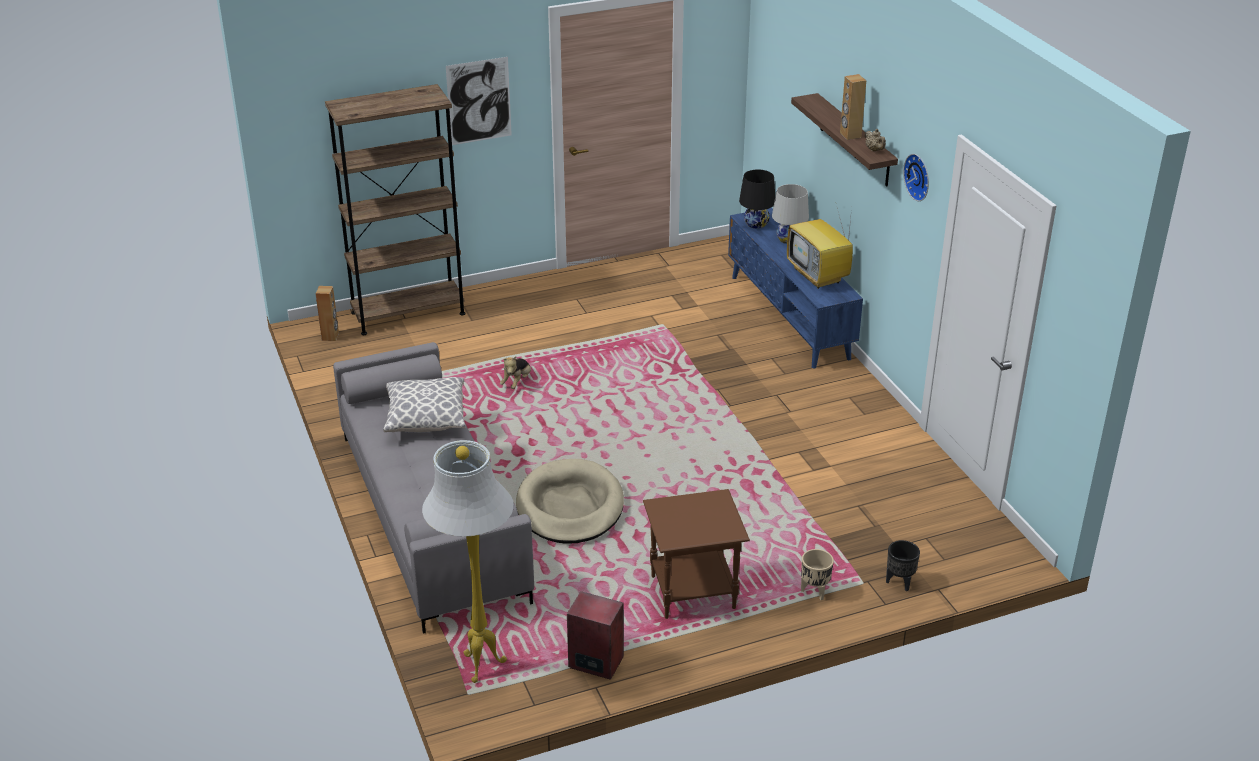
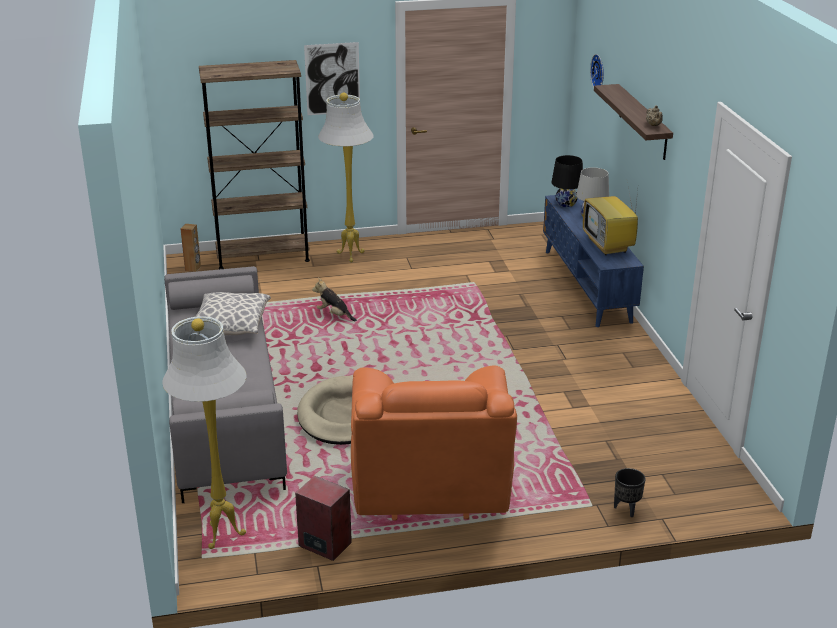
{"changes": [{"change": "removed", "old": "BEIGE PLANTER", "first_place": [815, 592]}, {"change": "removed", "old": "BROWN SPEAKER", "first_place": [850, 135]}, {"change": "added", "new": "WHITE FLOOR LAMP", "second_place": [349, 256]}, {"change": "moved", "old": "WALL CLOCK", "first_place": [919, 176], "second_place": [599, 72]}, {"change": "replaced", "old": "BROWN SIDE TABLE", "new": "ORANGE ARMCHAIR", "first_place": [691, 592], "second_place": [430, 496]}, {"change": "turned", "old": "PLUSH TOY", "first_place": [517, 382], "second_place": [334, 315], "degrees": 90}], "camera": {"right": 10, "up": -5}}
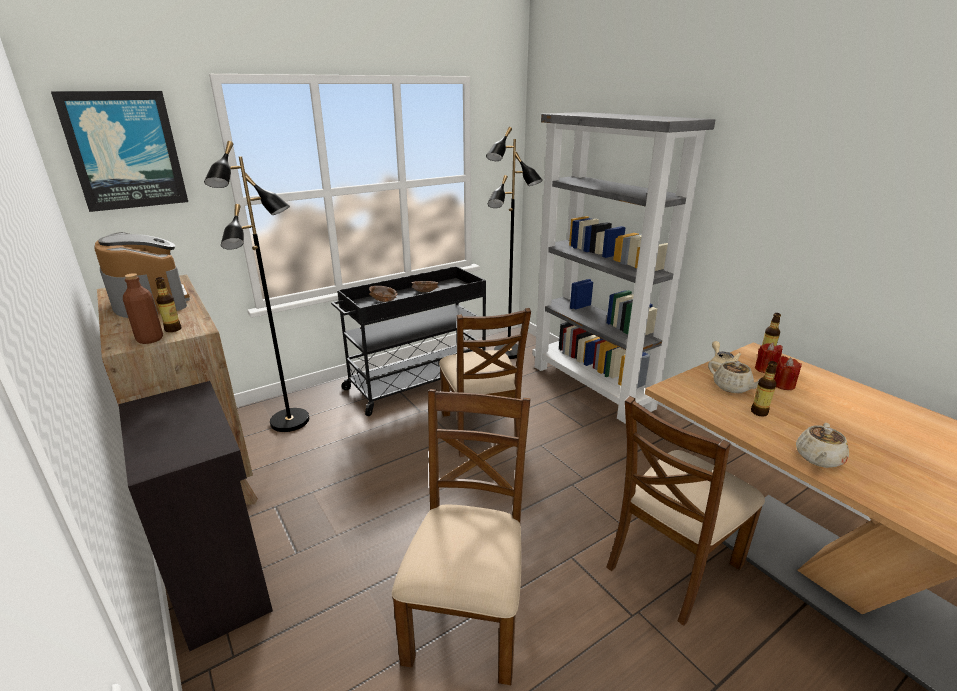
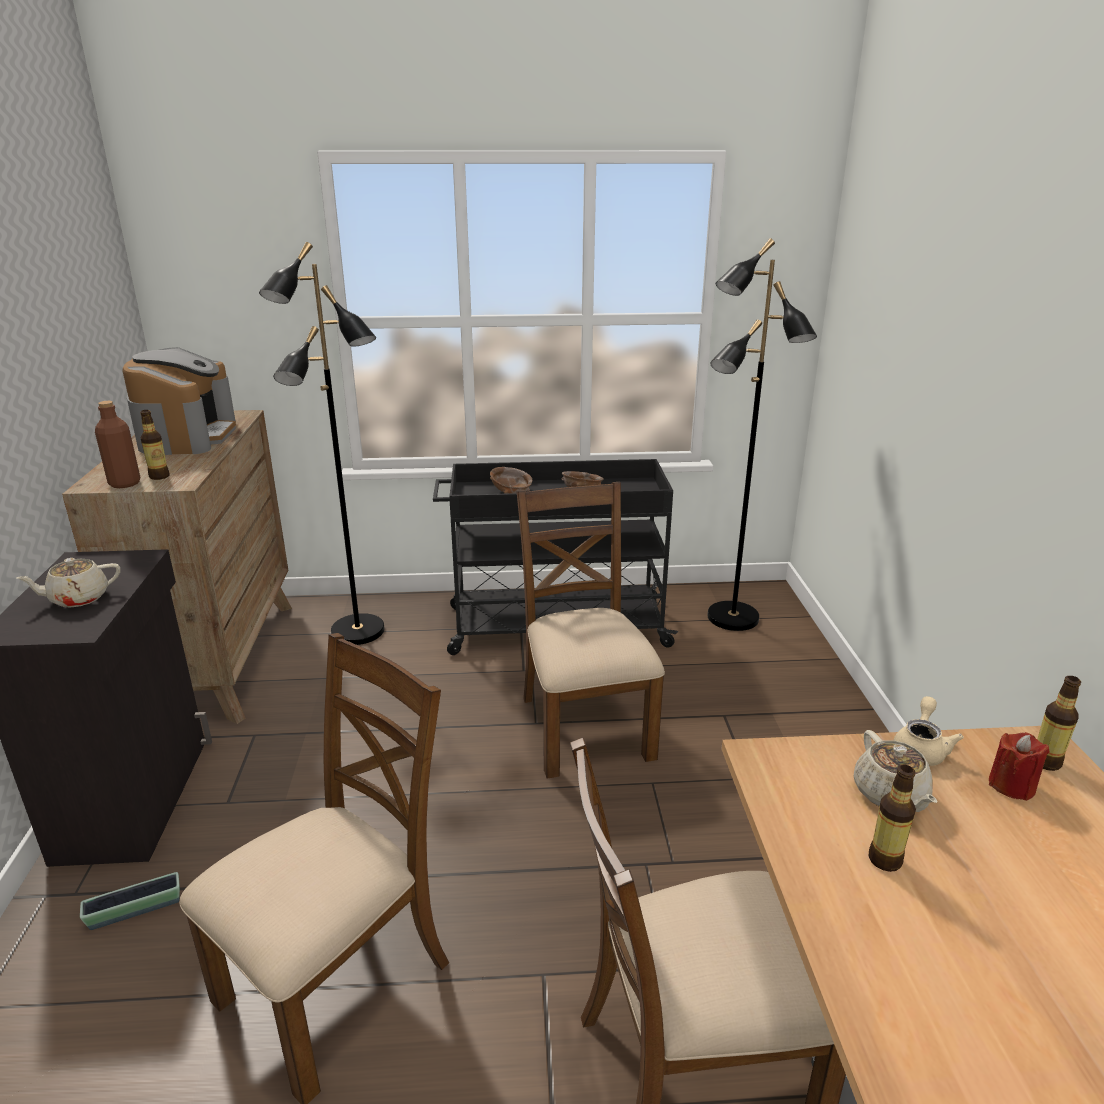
{"changes": [{"change": "removed", "old": "PICTURE", "first_place": [125, 151]}, {"change": "removed", "old": "GREY BOOKCASE", "first_place": [593, 387]}, {"change": "removed", "old": "RED CANDLE", "first_place": [783, 385]}, {"change": "added", "new": "PLANTER", "second_place": [135, 910]}, {"change": "moved", "old": "BEIGE TEAPOT", "first_place": [818, 458], "second_place": [78, 598]}, {"change": "turned", "old": "BROWN CHAIR", "first_place": [481, 429], "second_place": [584, 726], "degrees": 150}], "camera": {"right": 30, "up": 0}}
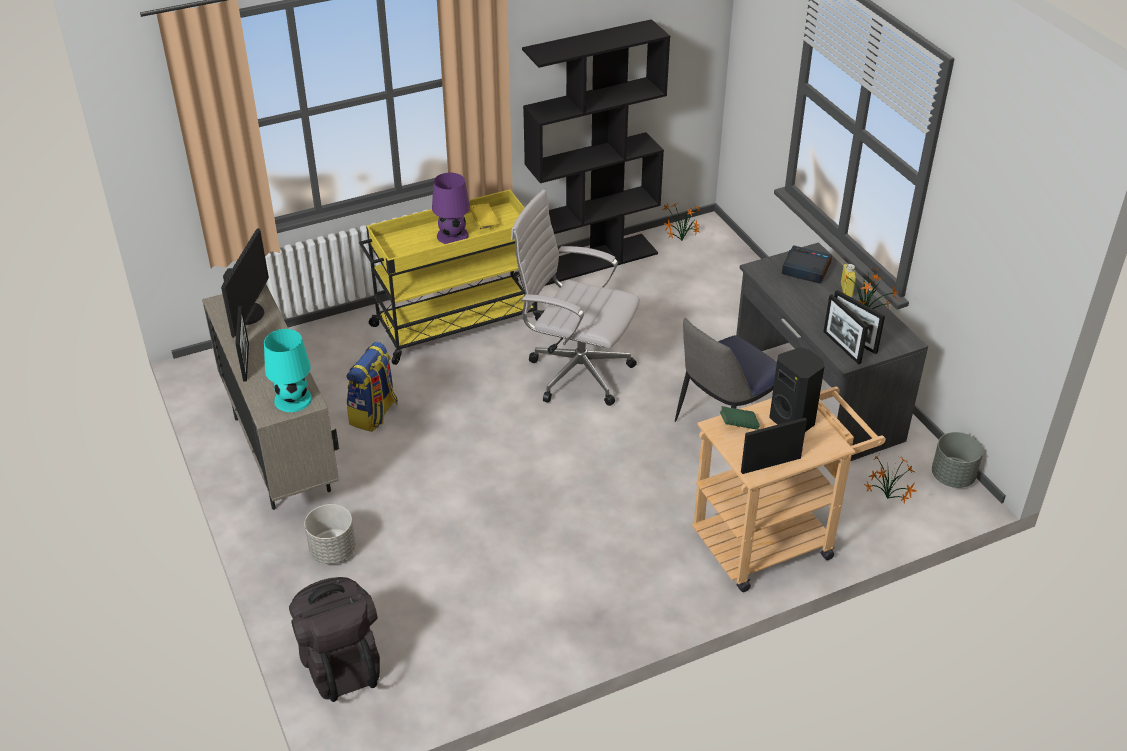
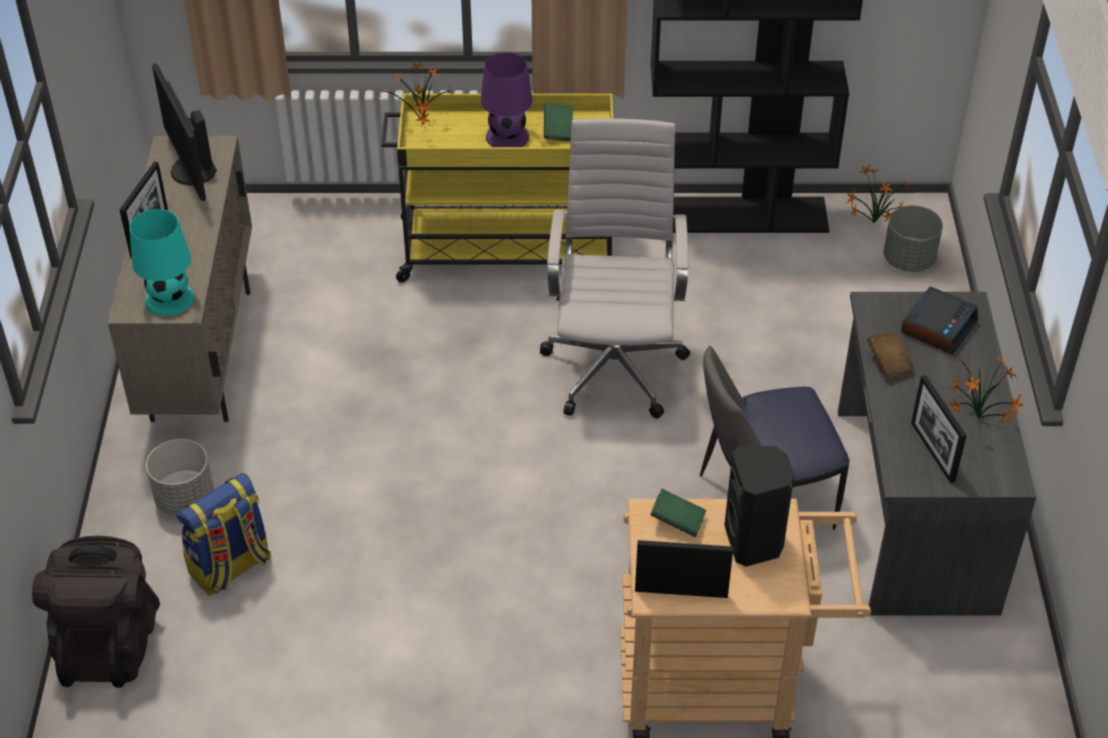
{"changes": [{"change": "removed", "old": "PICTURE FRAME", "first_place": [842, 347]}, {"change": "removed", "old": "YELLOW BOTTLE", "first_place": [846, 290]}, {"change": "added", "new": "BROWN BOOK", "second_place": [888, 363]}, {"change": "moved", "old": "BACKPACK", "first_place": [374, 414], "second_place": [230, 567]}, {"change": "moved", "old": "POTTED PLANT", "first_place": [887, 500], "second_place": [421, 123]}, {"change": "moved", "old": "GREY PLANTER", "first_place": [952, 477], "second_place": [908, 260]}, {"change": "recoloured", "old": "YELLOW BOOK", "new": "GREEN BOOK", "first_place": [484, 223], "second_place": [558, 131]}, {"change": "turned", "old": "MONITOR", "first_place": [248, 314], "second_place": [191, 171], "degrees": 120}, {"change": "turned", "old": "WHITE OFFICE CHAIR", "first_place": [575, 372], "second_place": [614, 365], "degrees": 45}, {"change": "turned", "old": "ALARM CLOCK", "first_place": [805, 269], "second_place": [938, 326], "degrees": 75}], "camera": {"right": 25, "up": 5}}
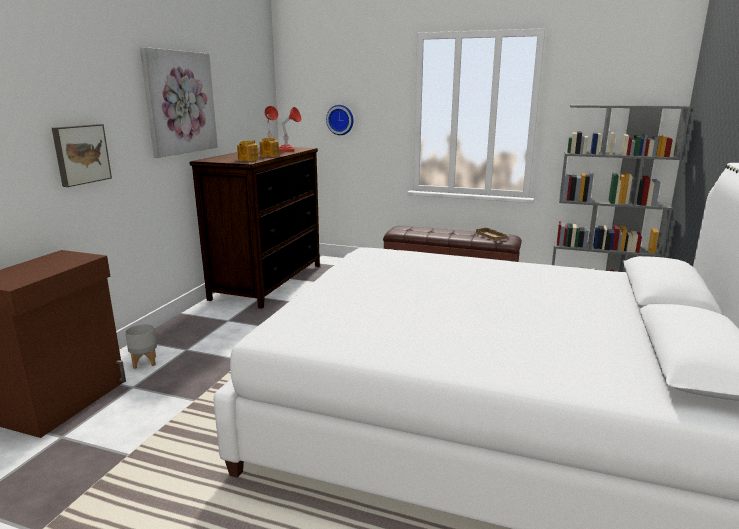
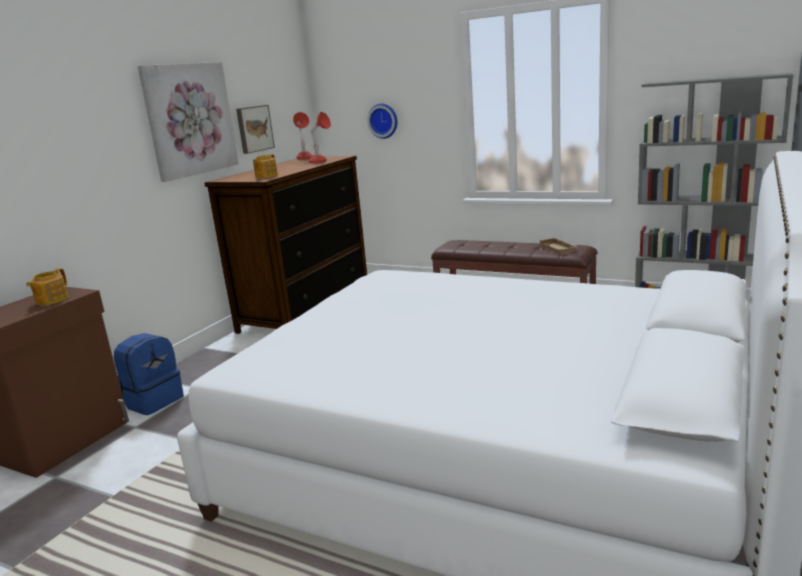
{"changes": [{"change": "moved", "old": "PICTURE", "first_place": [80, 154], "second_place": [254, 129]}, {"change": "moved", "old": "TEAPOT", "first_place": [269, 155], "second_place": [51, 300]}, {"change": "replaced", "old": "GREY PLANTER", "new": "BLUE BACKPACK", "first_place": [144, 362], "second_place": [153, 401]}], "camera": {"right": 10, "up": 0}}
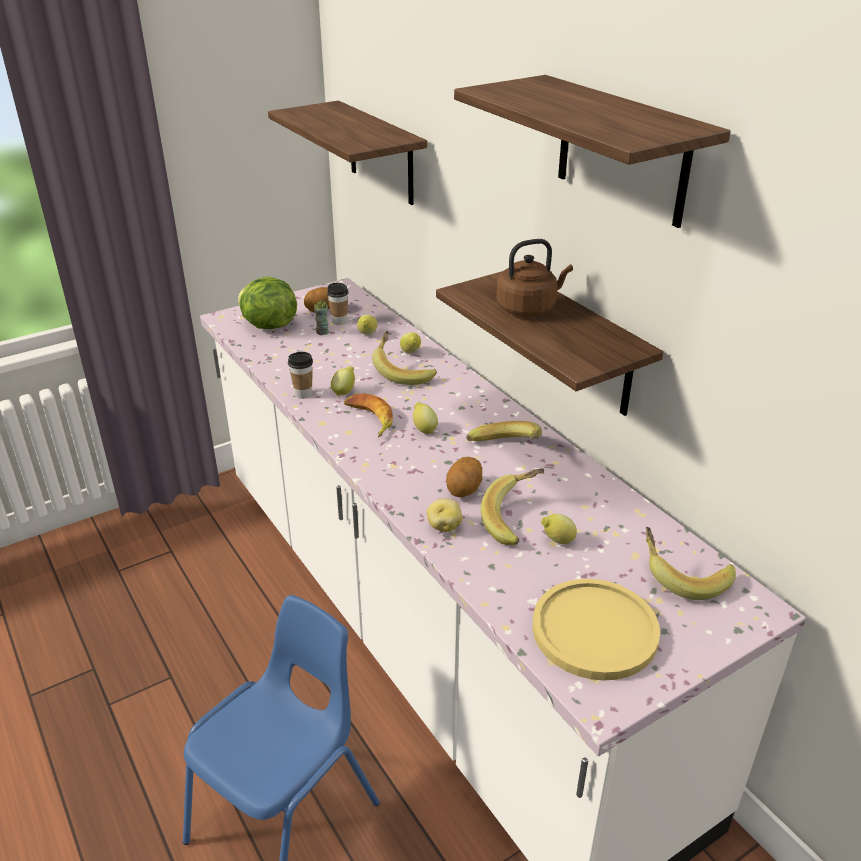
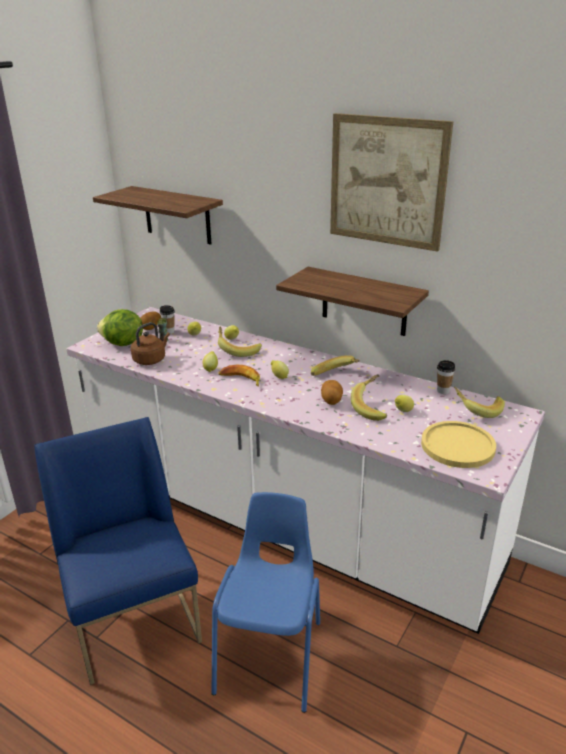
{"changes": [{"change": "removed", "old": "POTATO", "first_place": [444, 526]}, {"change": "added", "new": "BLUE CHAIR", "second_place": [134, 618]}, {"change": "moved", "old": "CUP", "first_place": [303, 394], "second_place": [443, 391]}, {"change": "moved", "old": "BROWN KETTLE", "first_place": [529, 308], "second_place": [151, 360]}, {"change": "replaced", "old": "SHELF", "new": "PICTURE", "first_place": [622, 151], "second_place": [387, 181]}], "camera": {"right": -25, "up": -5}}
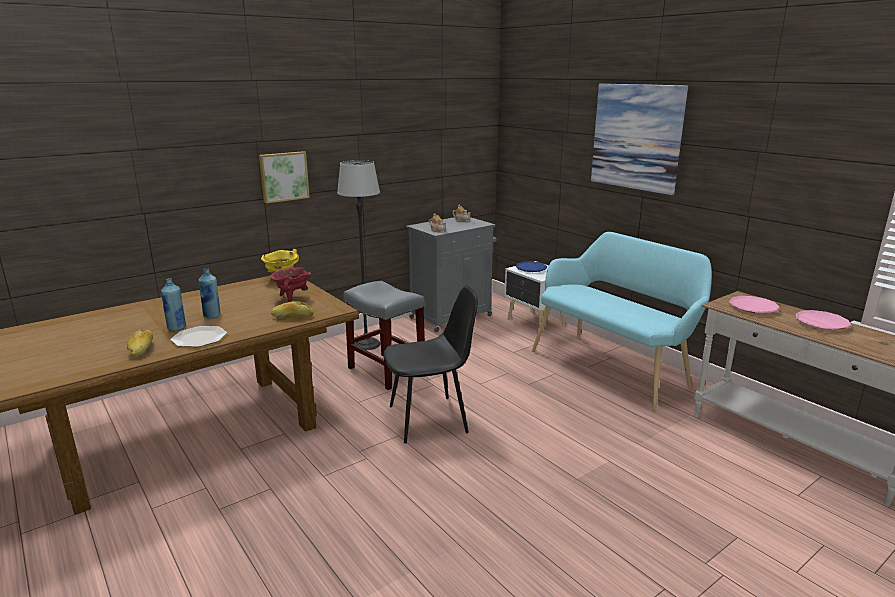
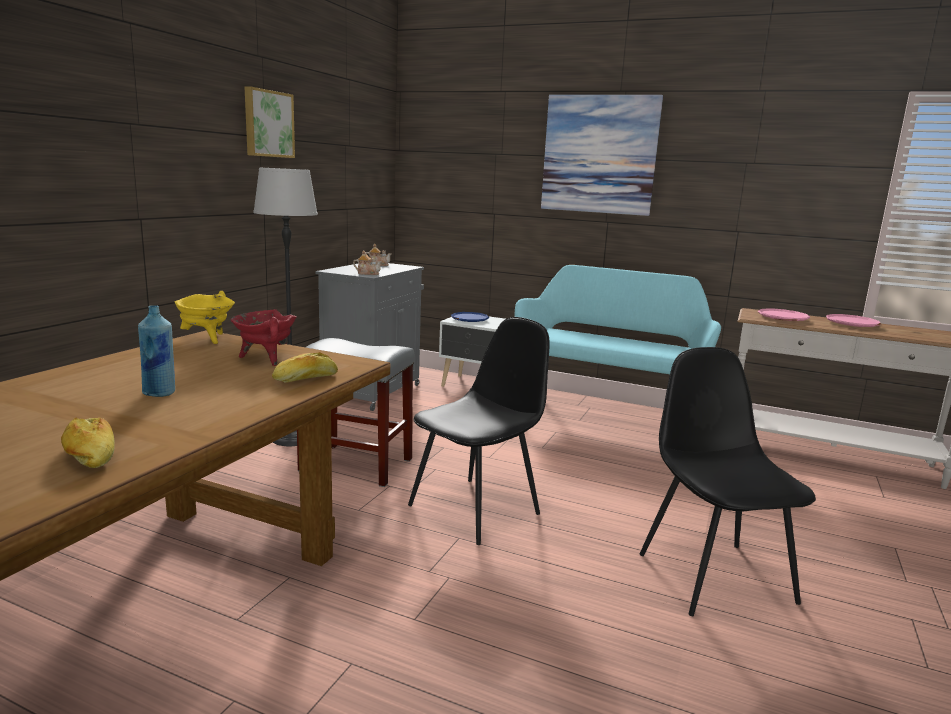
{"changes": [{"change": "removed", "old": "BLUE BOTTLE", "first_place": [176, 328]}, {"change": "removed", "old": "PLATE", "first_place": [199, 337]}, {"change": "added", "new": "BLACK CHAIR", "second_place": [713, 575]}, {"change": "moved", "old": "PICTURE", "first_place": [283, 176], "second_place": [267, 124]}], "camera": {"right": -30, "up": -5}}
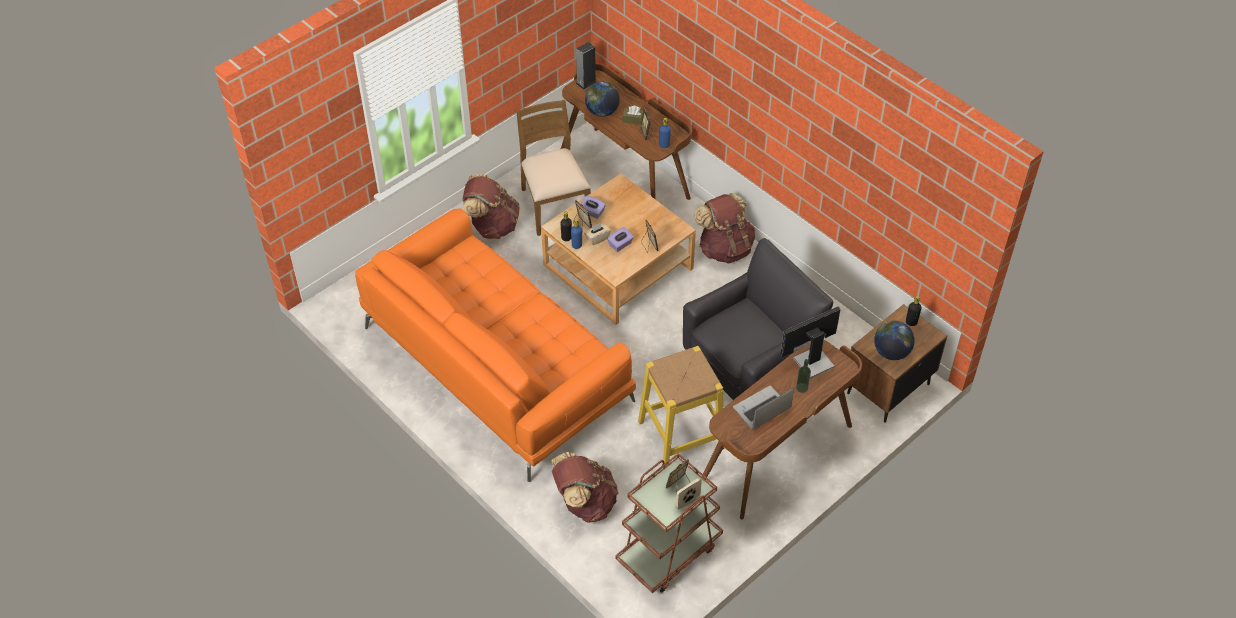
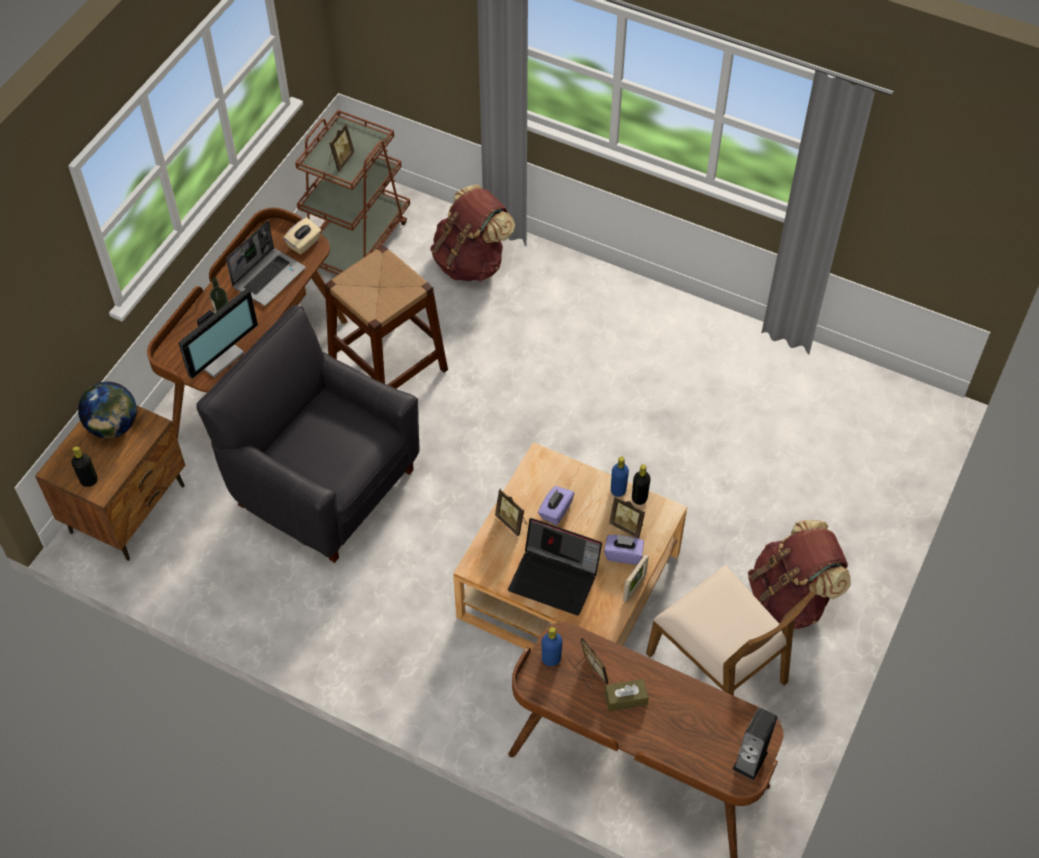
{"changes": [{"change": "removed", "old": "ORANGE SOFA", "first_place": [495, 362]}, {"change": "removed", "old": "GLOBE", "first_place": [602, 112]}, {"change": "removed", "old": "BROWN BACKPACK", "first_place": [724, 248]}, {"change": "added", "new": "LAPTOP", "second_place": [555, 579]}, {"change": "moved", "old": "BEIGE TISSUE BOX", "first_place": [597, 238], "second_place": [304, 243]}, {"change": "moved", "old": "PICTURE FRAME", "first_place": [688, 501], "second_place": [634, 588]}, {"change": "recoloured", "old": "YELLOW STOOL", "new": "BROWN STOOL", "first_place": [680, 434], "second_place": [388, 368]}, {"change": "turned", "old": "BLACK ARMCHAIR", "first_place": [751, 367], "second_place": [324, 484], "degrees": 90}], "camera": {"right": 160, "up": 5}}
